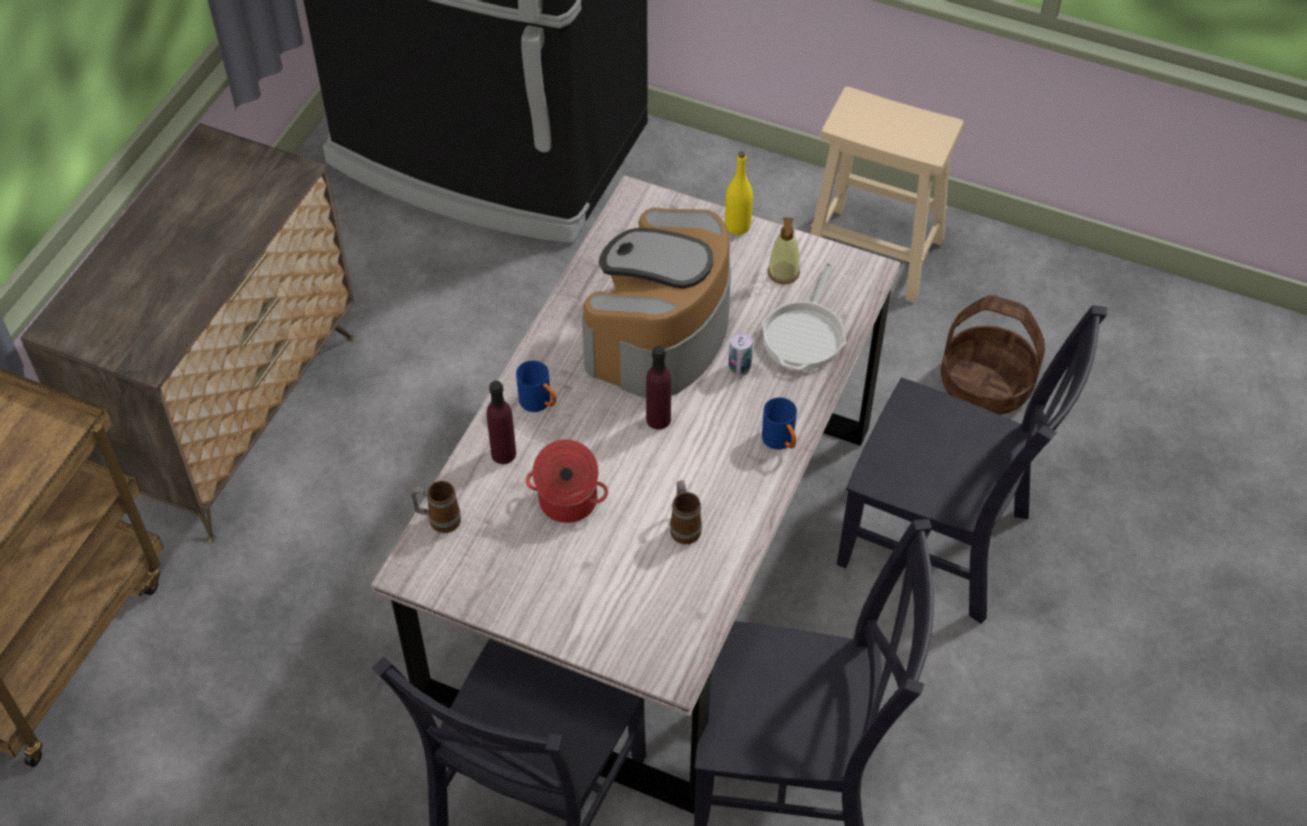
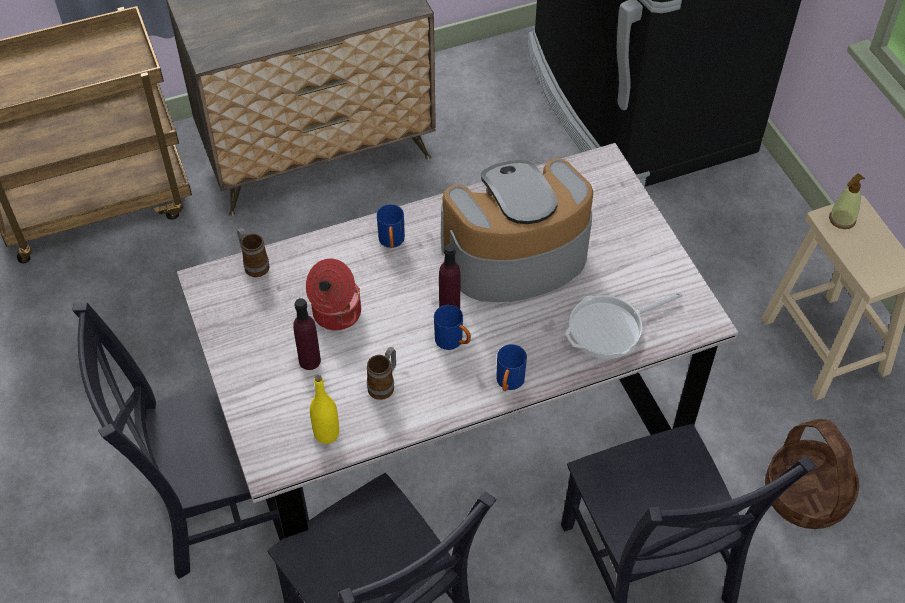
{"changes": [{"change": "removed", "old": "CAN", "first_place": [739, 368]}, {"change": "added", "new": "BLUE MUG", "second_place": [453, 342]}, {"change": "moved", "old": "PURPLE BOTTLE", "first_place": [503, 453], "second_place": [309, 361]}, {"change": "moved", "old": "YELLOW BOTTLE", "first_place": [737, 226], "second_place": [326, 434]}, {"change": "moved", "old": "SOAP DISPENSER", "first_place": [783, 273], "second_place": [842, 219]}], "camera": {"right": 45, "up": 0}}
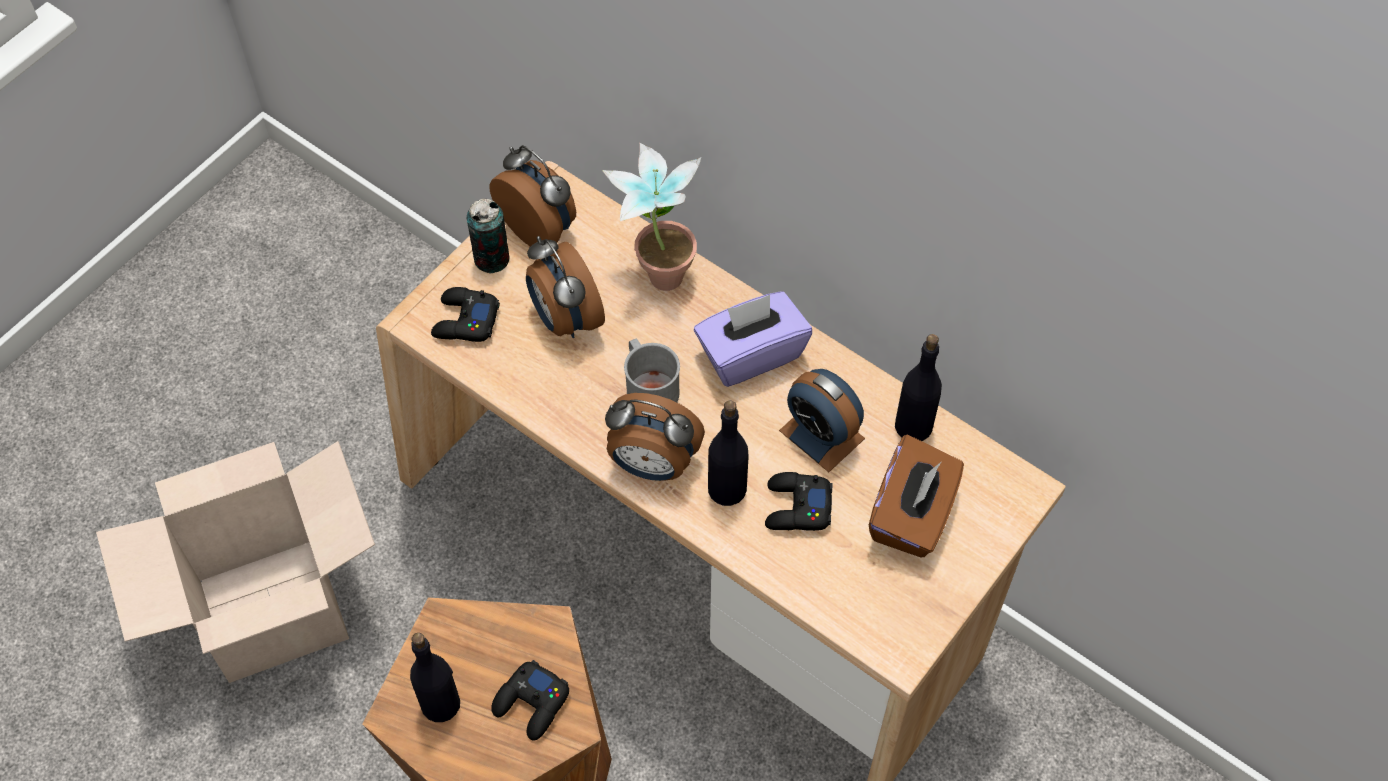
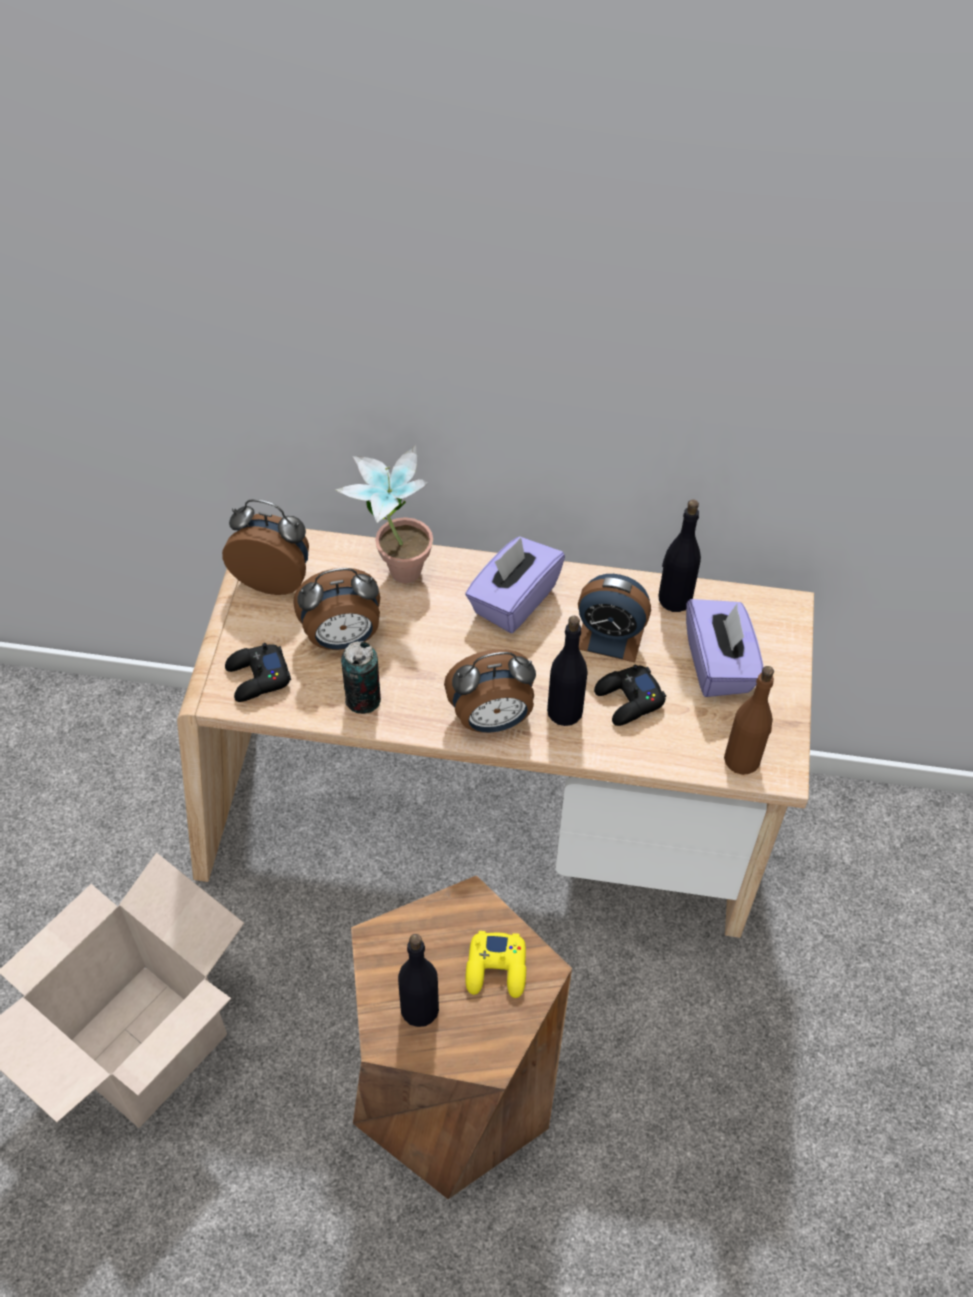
{"changes": [{"change": "removed", "old": "GREY MUG", "first_place": [649, 387]}, {"change": "added", "new": "BROWN BOTTLE", "second_place": [742, 759]}, {"change": "moved", "old": "CAN", "first_place": [492, 259], "second_place": [363, 699]}, {"change": "recoloured", "old": "BLACK GAME CONTROLLER", "new": "YELLOW GAME CONTROLLER", "first_place": [532, 704], "second_place": [497, 969]}, {"change": "recoloured", "old": "BROWN TISSUE BOX", "new": "PURPLE TISSUE BOX", "first_place": [912, 515], "second_place": [719, 665]}, {"change": "turned", "old": "ALARM CLOCK", "first_place": [564, 318], "second_place": [342, 639], "degrees": -45}], "camera": {"right": -30, "up": -5}}
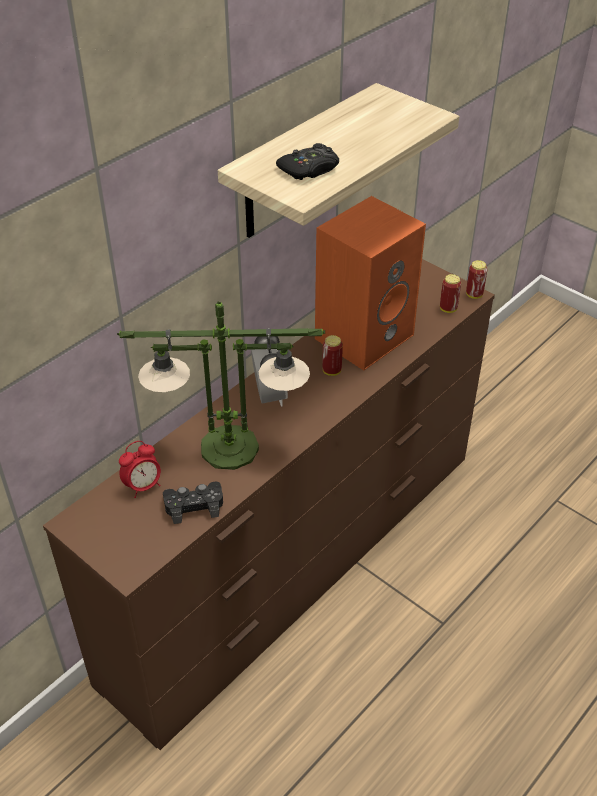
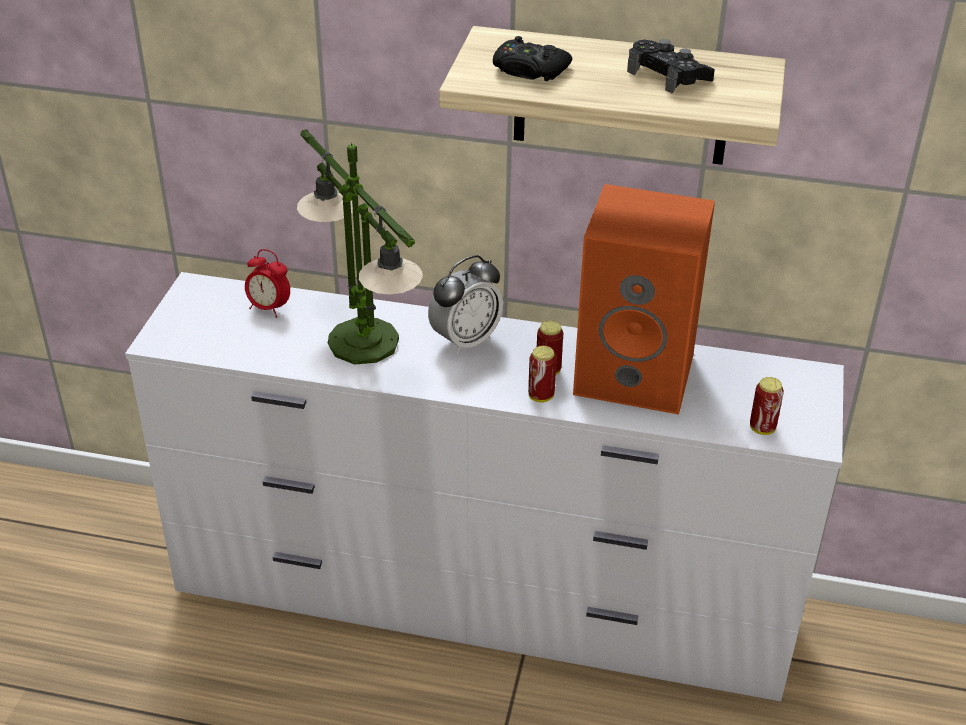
{"changes": [{"change": "moved", "old": "BLACK GAME CONTROLLER", "first_place": [194, 505], "second_place": [668, 75]}, {"change": "moved", "old": "CAN", "first_place": [474, 295], "second_place": [541, 396]}, {"change": "recoloured", "old": "BROWN DRESSER", "new": "WHITE DRESSER", "first_place": [298, 563], "second_place": [481, 601]}], "camera": {"right": 60, "up": -5}}
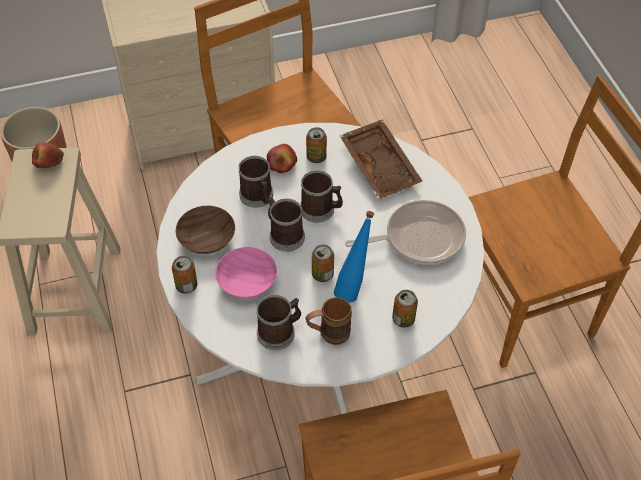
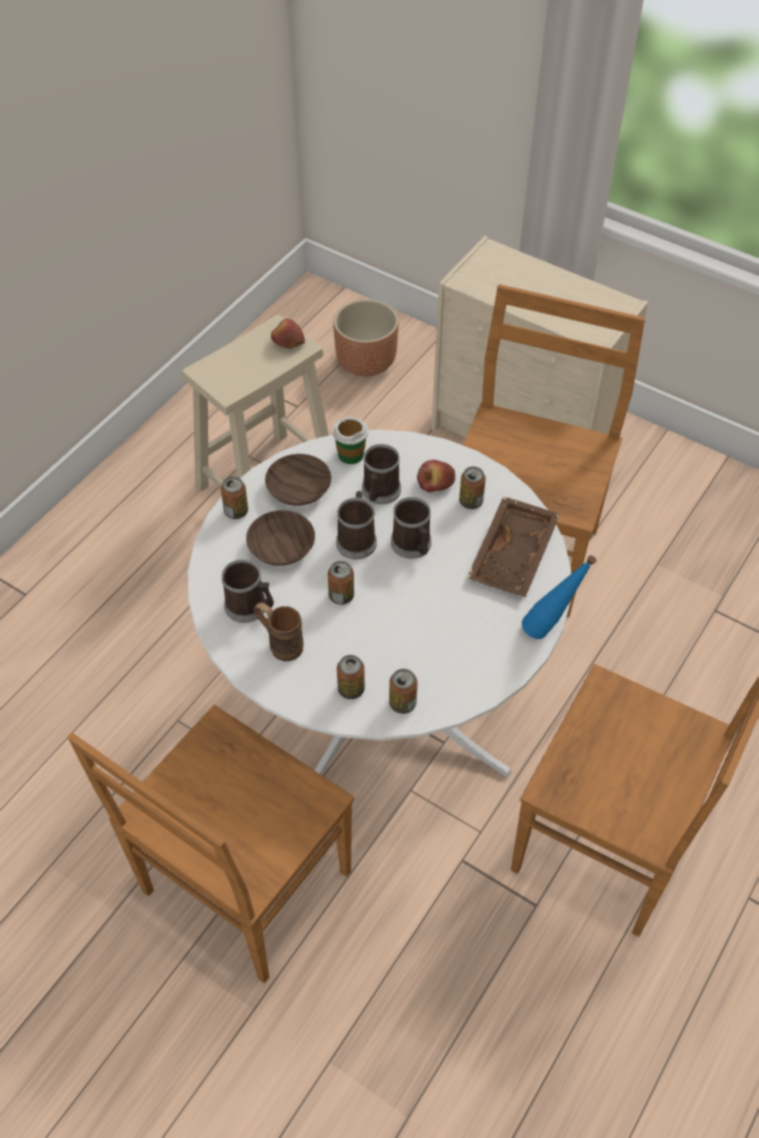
{"changes": [{"change": "removed", "old": "FRYING PAN", "first_place": [419, 238]}, {"change": "added", "new": "CUP", "second_place": [350, 454]}, {"change": "added", "new": "CAN", "second_place": [402, 703]}, {"change": "moved", "old": "BLUE BOTTLE", "first_place": [353, 287], "second_place": [550, 629]}, {"change": "recoloured", "old": "PINK BOWL", "new": "BROWN BOWL", "first_place": [245, 280], "second_place": [280, 546]}], "camera": {"right": 50, "up": 0}}
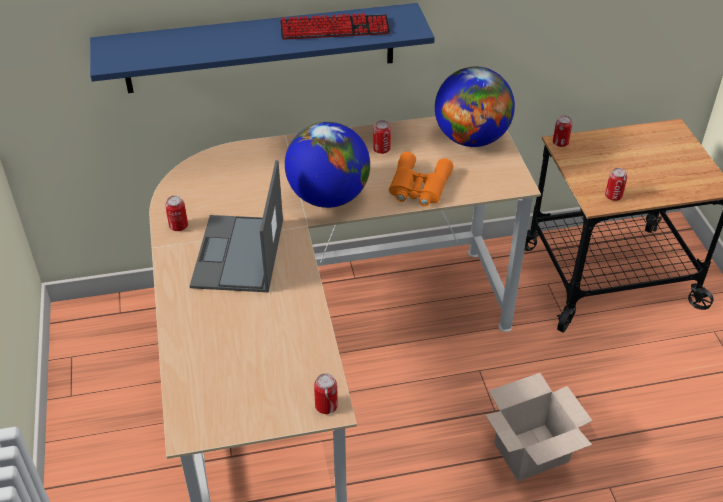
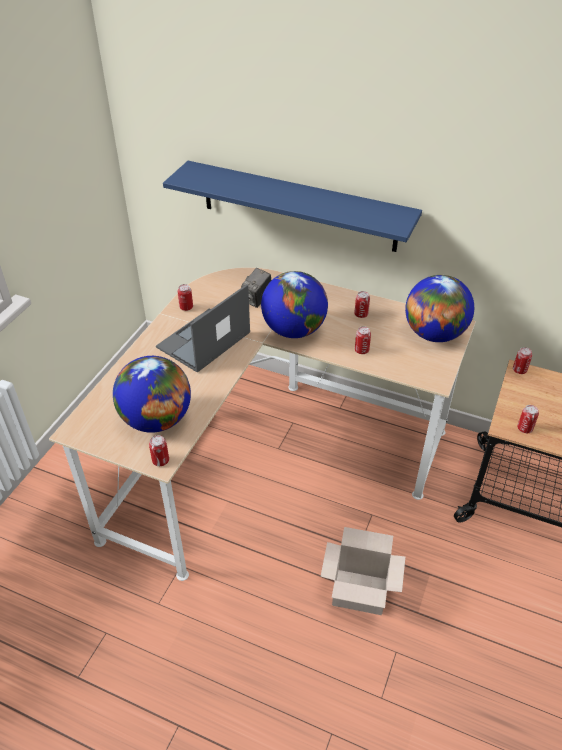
{"changes": [{"change": "removed", "old": "KEYBOARD", "first_place": [334, 29]}, {"change": "added", "new": "GLOBE", "second_place": [156, 420]}, {"change": "added", "new": "PHOTO CAMERA", "second_place": [257, 300]}, {"change": "replaced", "old": "ORANGE BINOCULARS", "new": "CAN", "first_place": [418, 187], "second_place": [361, 350]}], "camera": {"right": 35, "up": 0}}
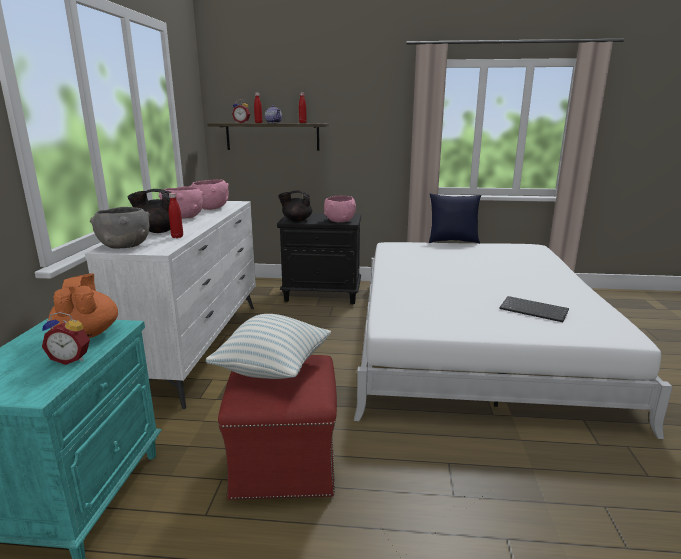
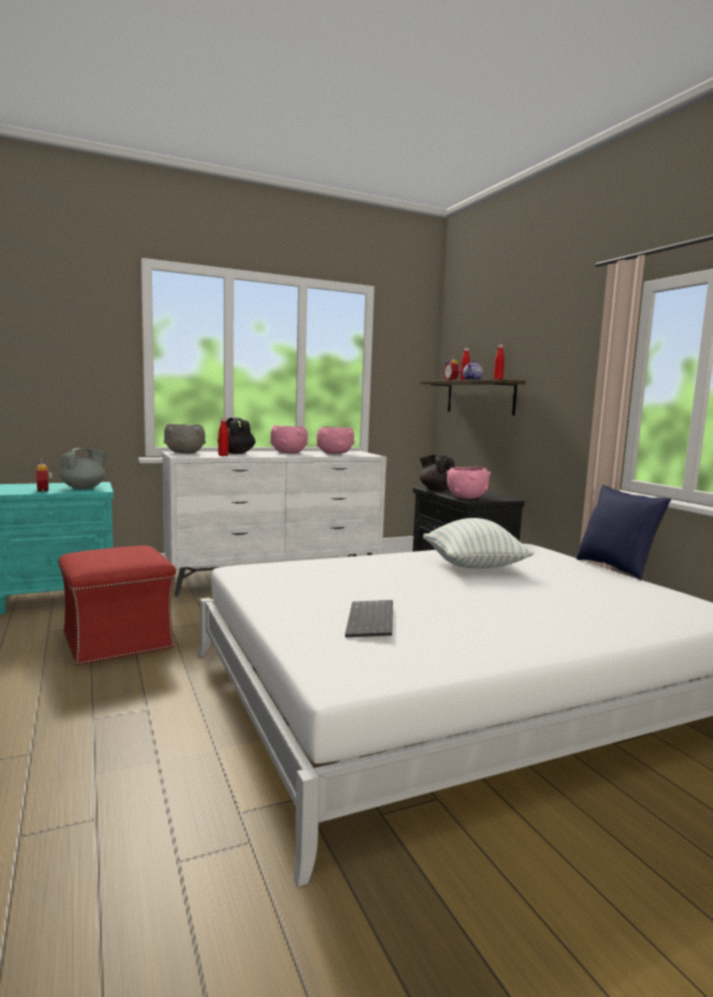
{"changes": [{"change": "moved", "old": "PILLOW", "first_place": [273, 369], "second_place": [474, 567]}, {"change": "recoloured", "old": "ORANGE TEAPOT", "new": "GREY TEAPOT", "first_place": [87, 333], "second_place": [84, 488]}], "camera": {"right": 60, "up": -10}}
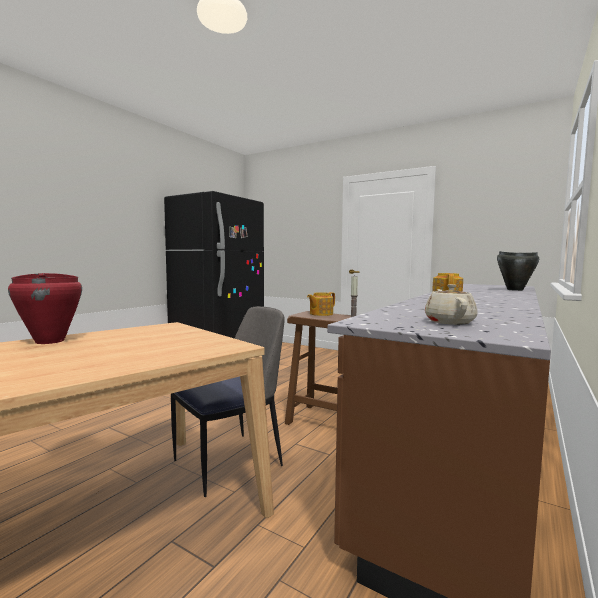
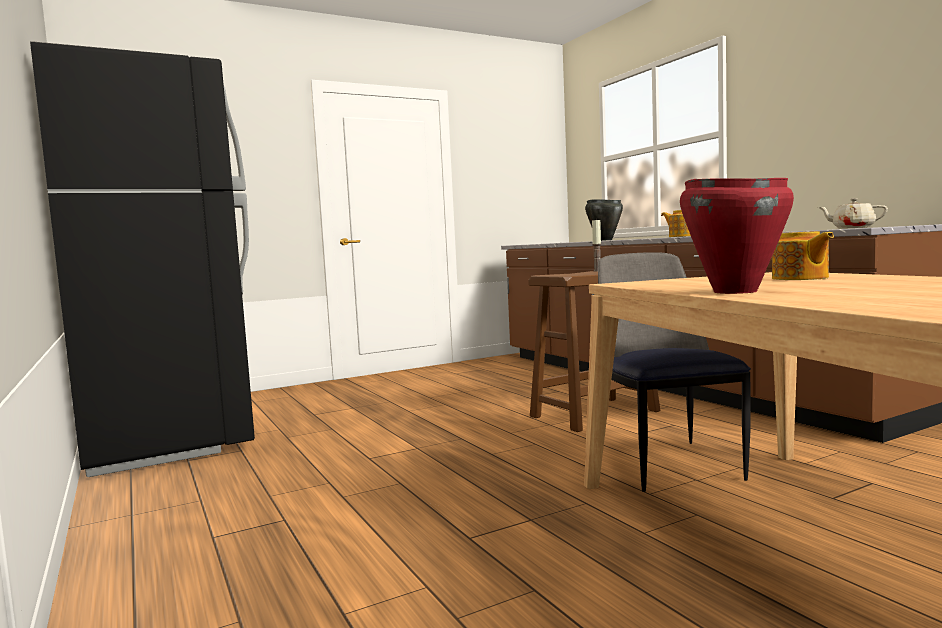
{"changes": [{"change": "moved", "old": "TEAPOT", "first_place": [320, 314], "second_place": [800, 278]}], "camera": {"right": -60, "up": 0}}
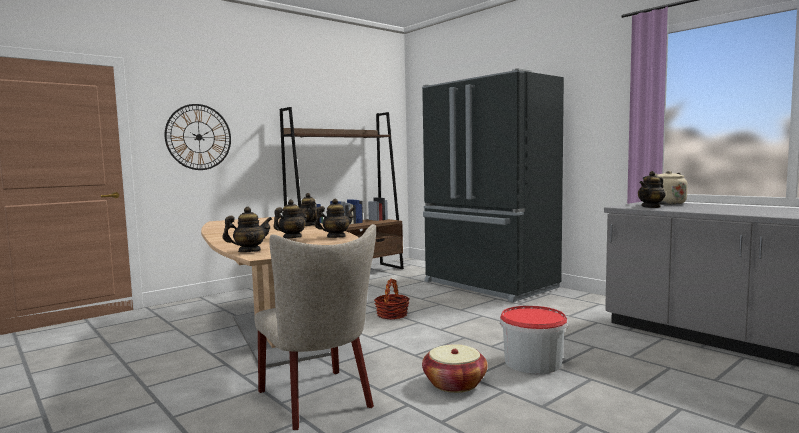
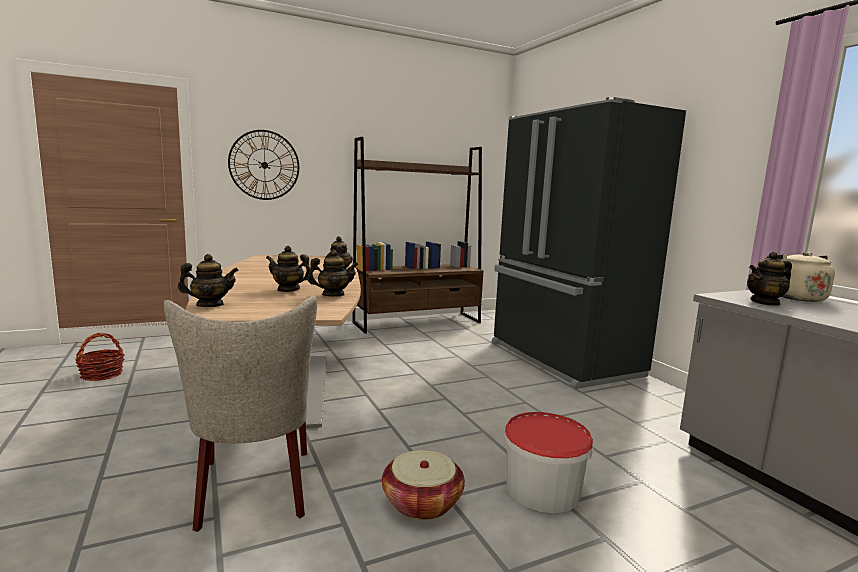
{"changes": [{"change": "moved", "old": "BASKET", "first_place": [392, 315], "second_place": [102, 374]}, {"change": "turned", "old": "TEAPOT", "first_place": [292, 238], "second_place": [288, 289], "degrees": -135}], "camera": {"right": 15, "up": 5}}
